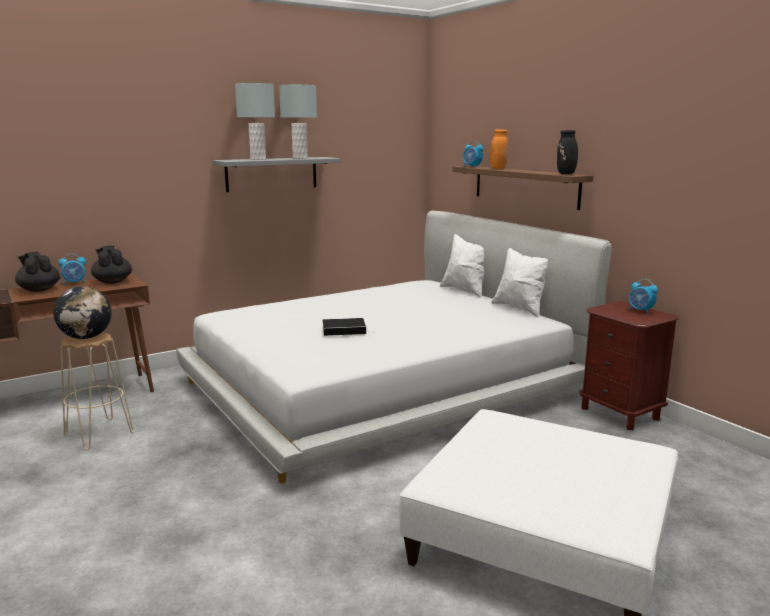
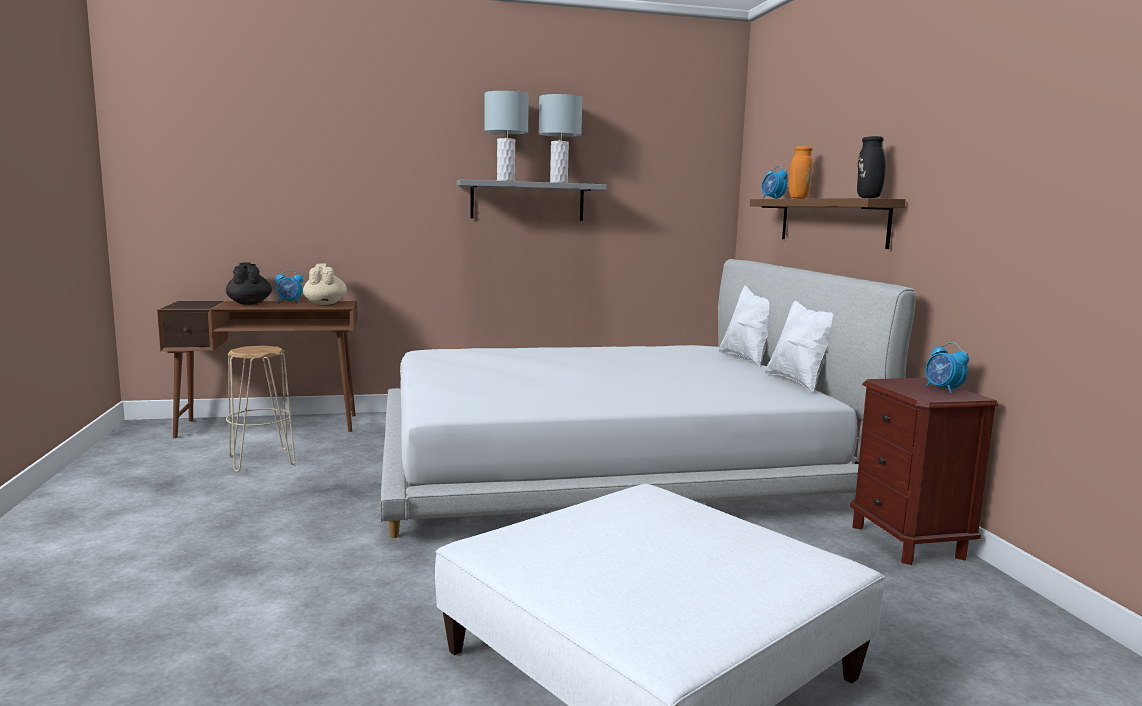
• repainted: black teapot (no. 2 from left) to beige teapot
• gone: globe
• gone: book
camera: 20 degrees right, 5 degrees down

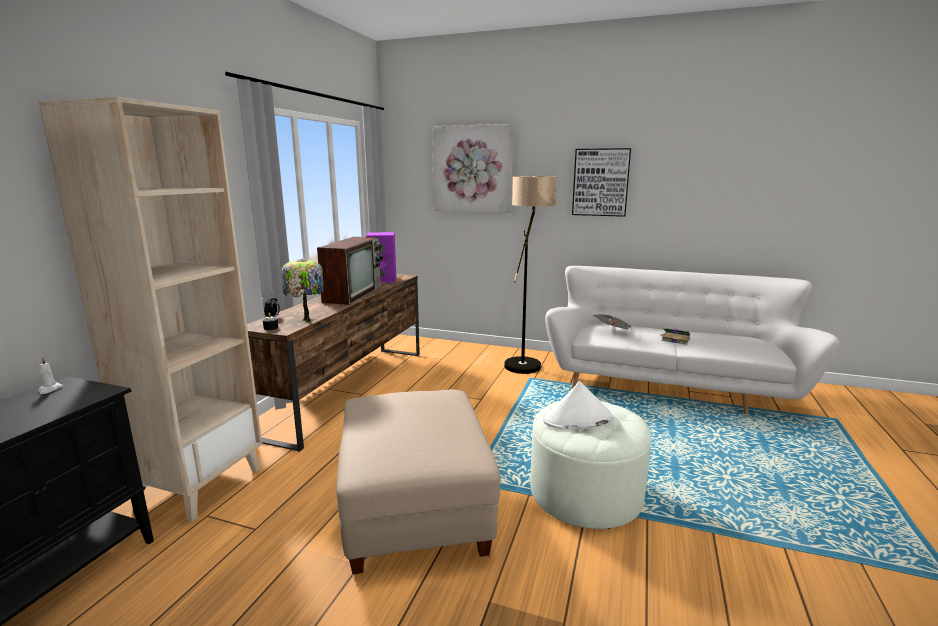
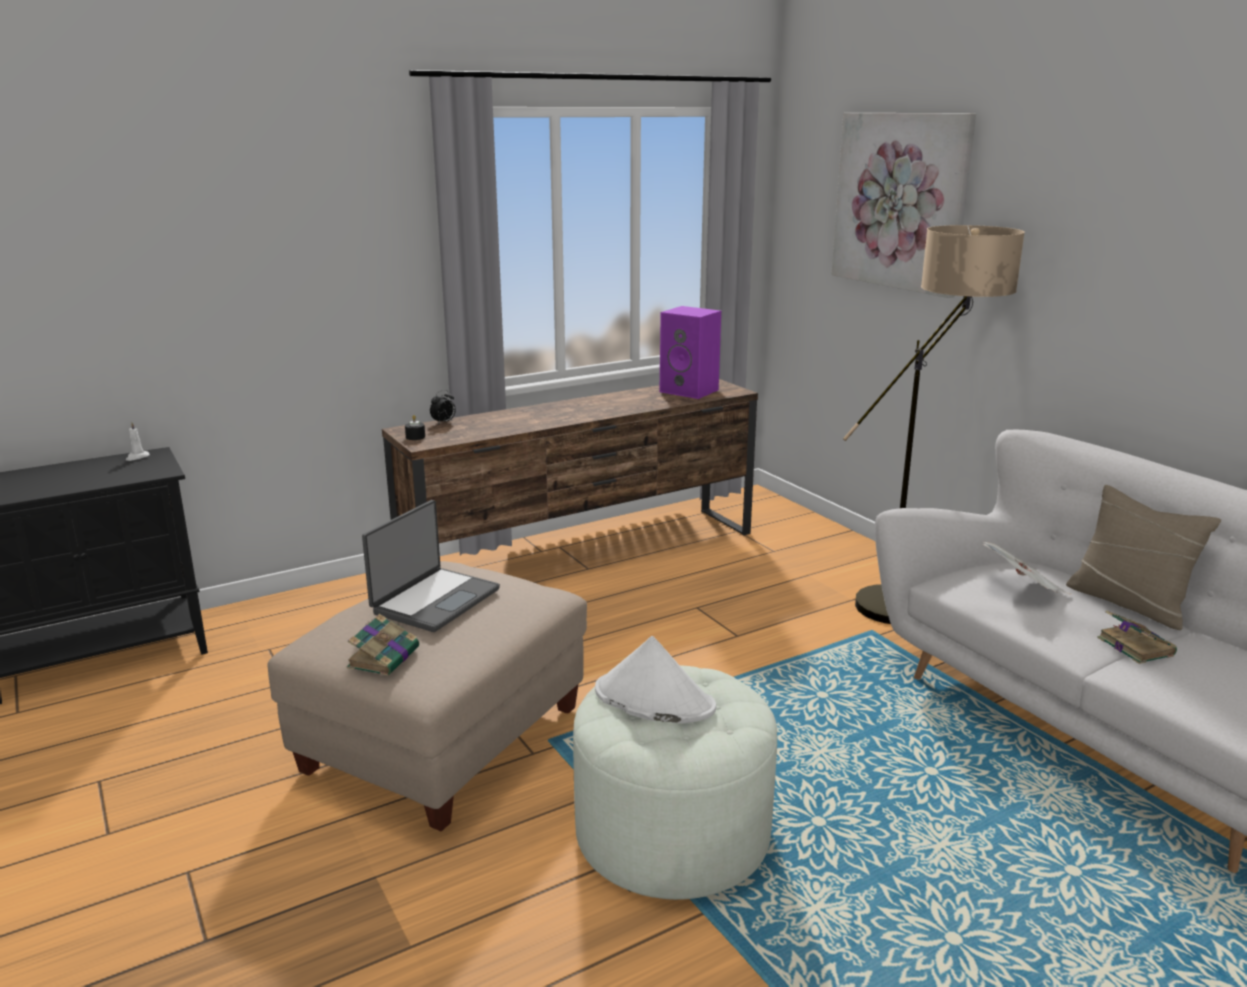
• new: book (no. 1 from left)
• new: laptop
• new: beige pillow
• gone: beige bookcase
• gone: table lamp
• gone: television
• gone: picture (no. 2 from left)
camera: 40 degrees right, 5 degrees up

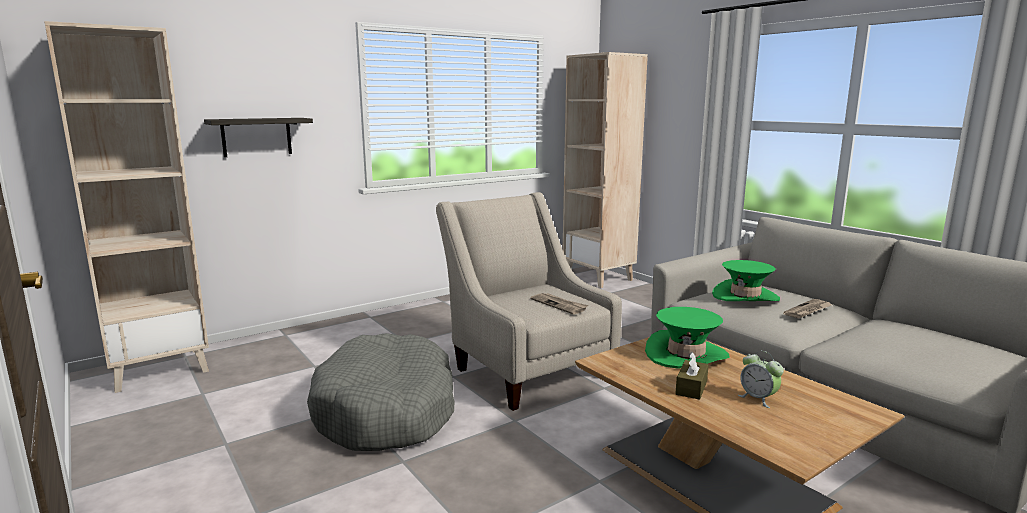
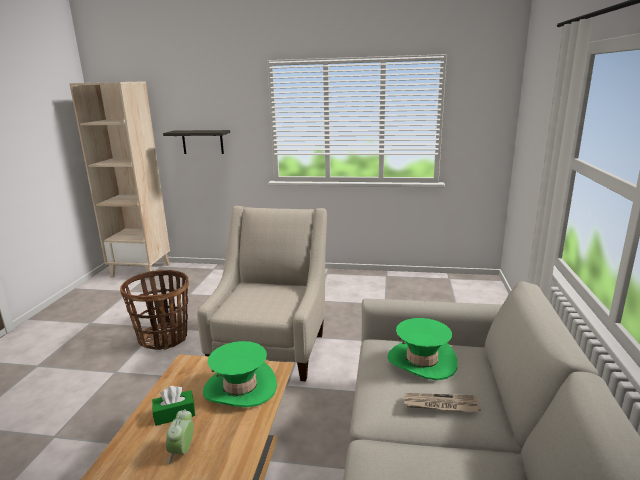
• swapped: grey dog bed to basket
• repainted: brown tissue box to green tissue box
• gone: newspaper (no. 1 from left)
• gone: beige bookcase (no. 2 from left)
camera: 45 degrees right, 5 degrees up

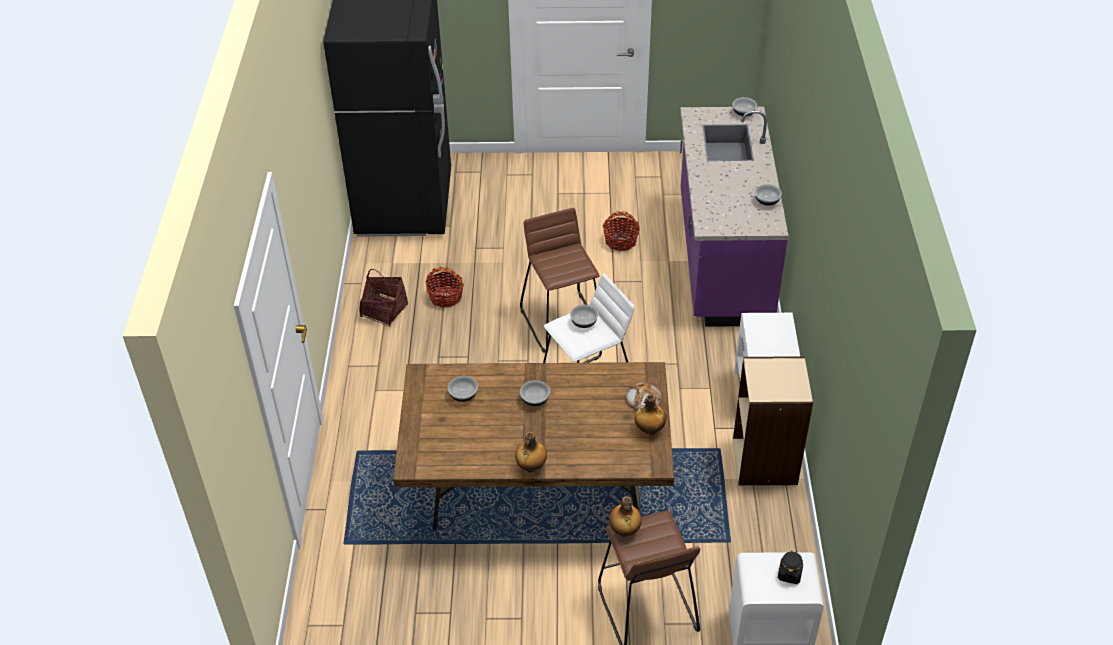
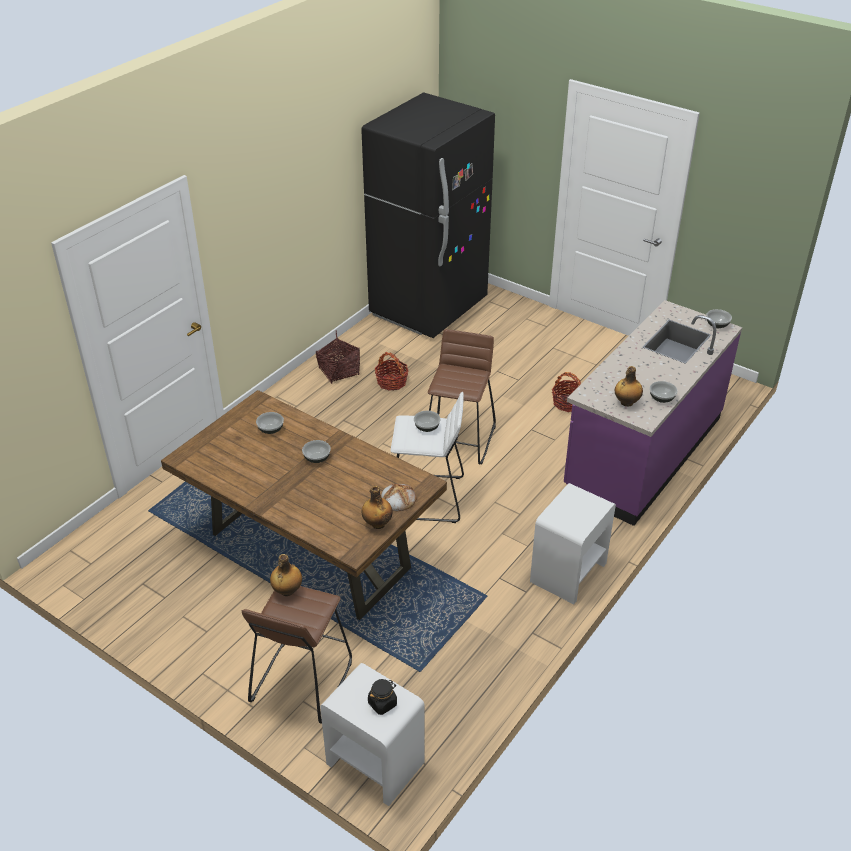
• shifted: bottle (no. 1 from left in the first image) to bottle (no. 3 from left)
• gone: beige bookcase
camera: 35 degrees right, 5 degrees down

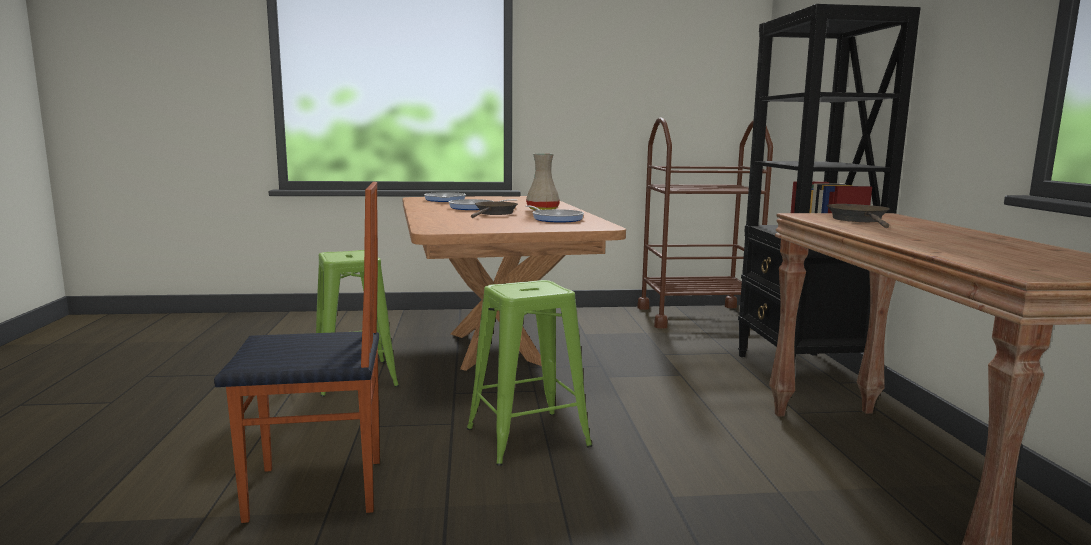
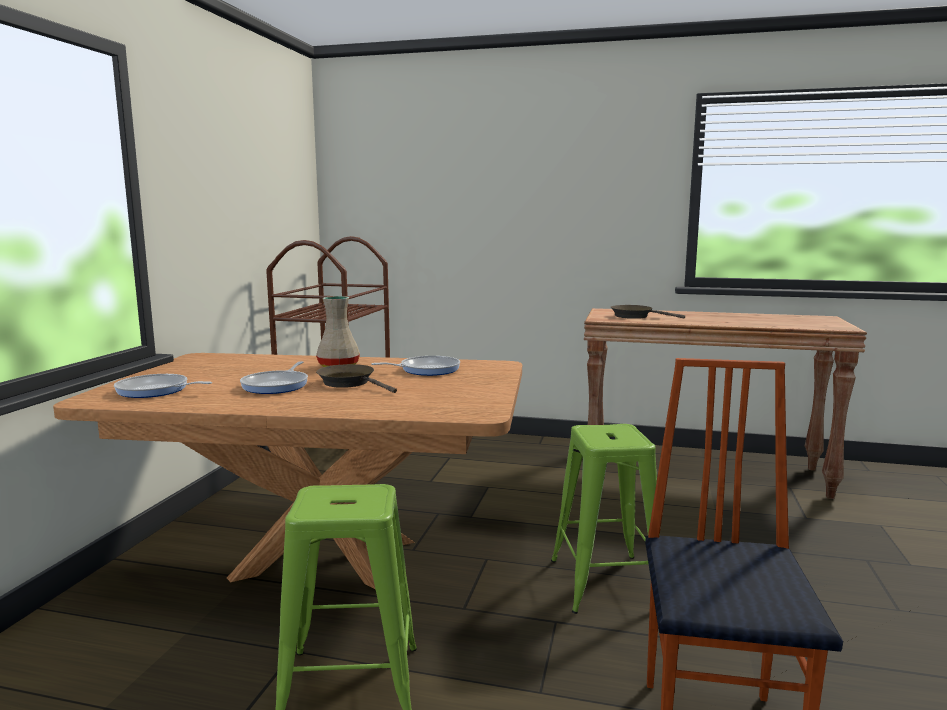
• gone: black bookcase
camera: 70 degrees left, 0 degrees up

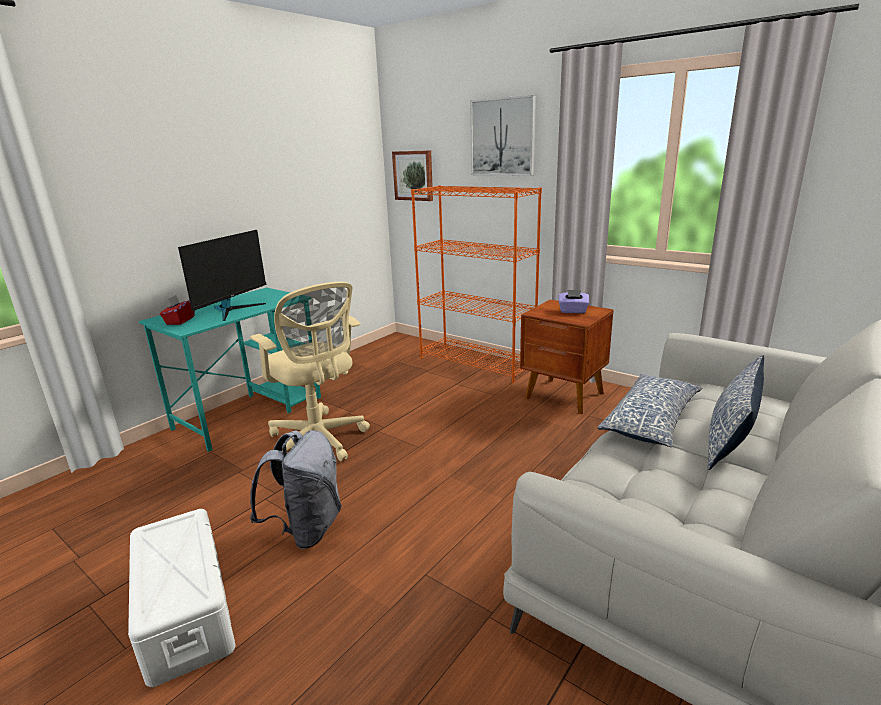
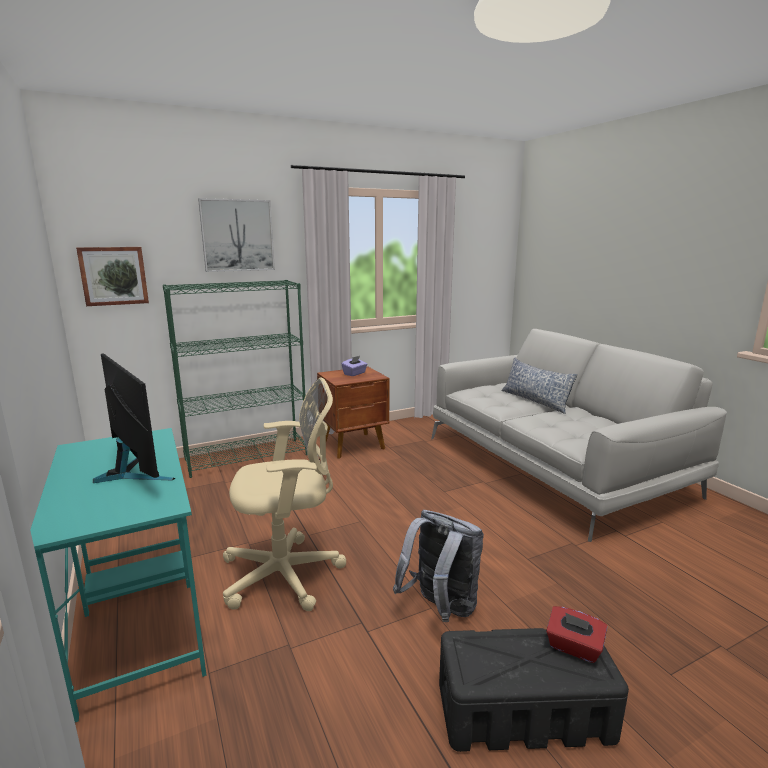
• repainted: orange bookcase to green bookcase
• repainted: white storage box to black storage box
• shifted: red tissue box
• gone: pillow (no. 1 from left)
camera: 65 degrees left, 5 degrees down

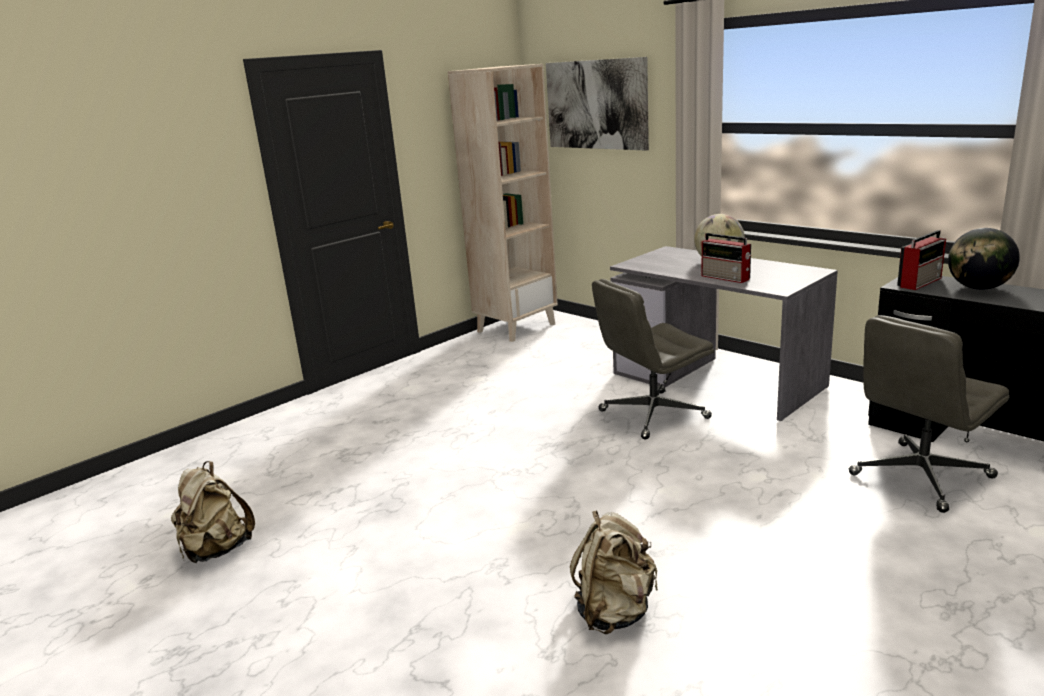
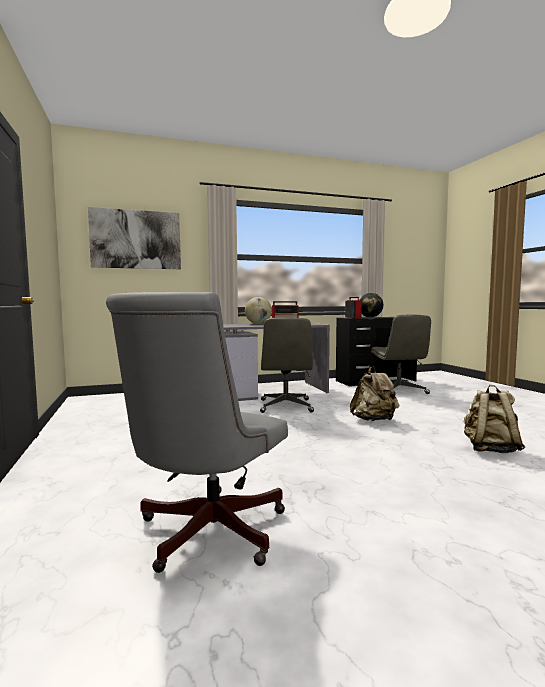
• new: grey office chair (no. 1 from left)
• shifted: beige backpack (no. 1 from left)
• gone: beige bookcase
camera: 65 degrees left, 15 degrees down

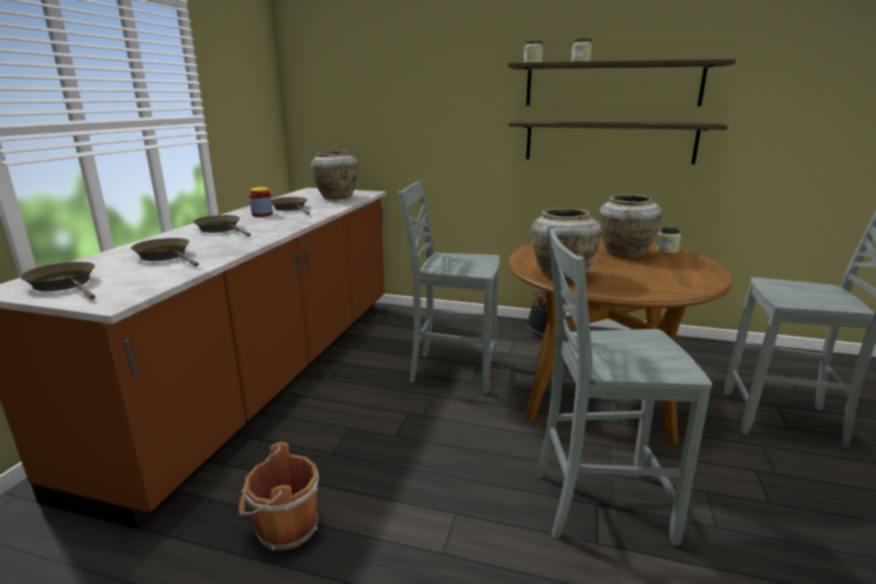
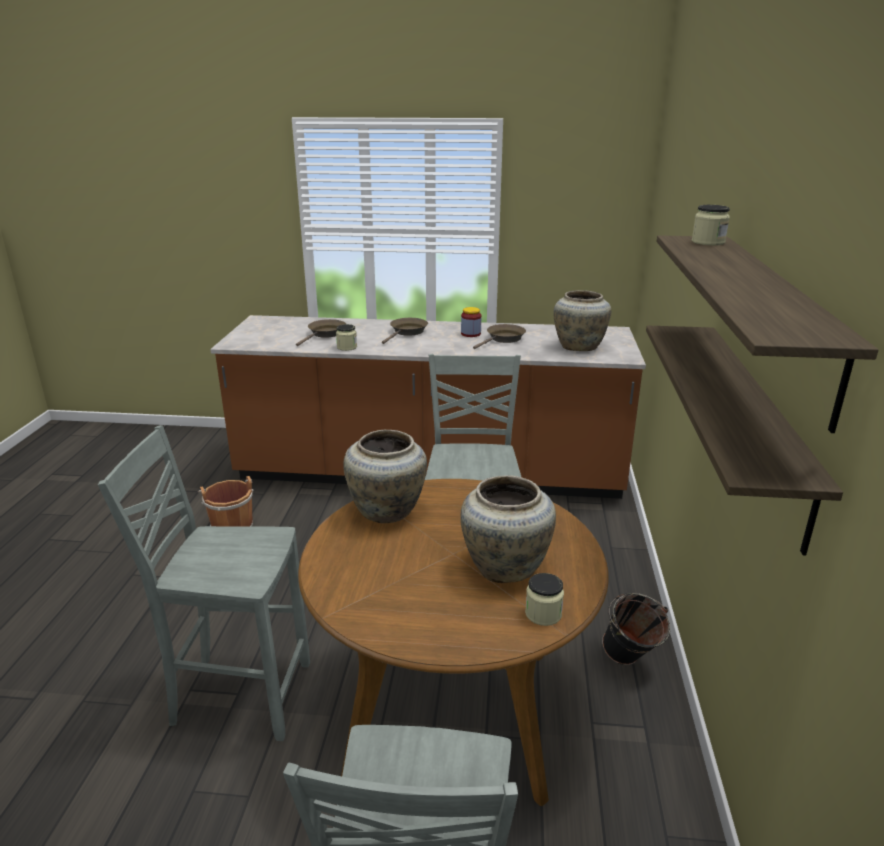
• rotated: grey chair (no. 2 from left in the first image) 75 degrees counterclockwise
• shifted: jar (no. 3 from left in the first image) to jar (no. 1 from left)
• gone: brown frying pan (no. 1 from left)
camera: 80 degrees right, 5 degrees up

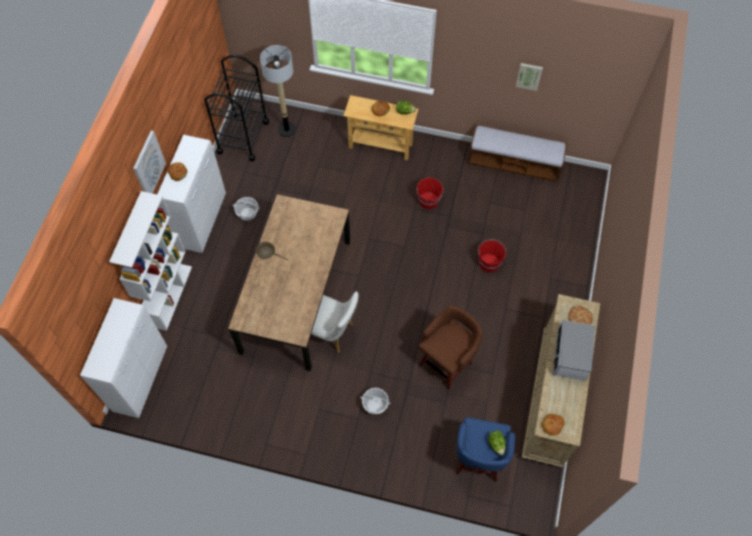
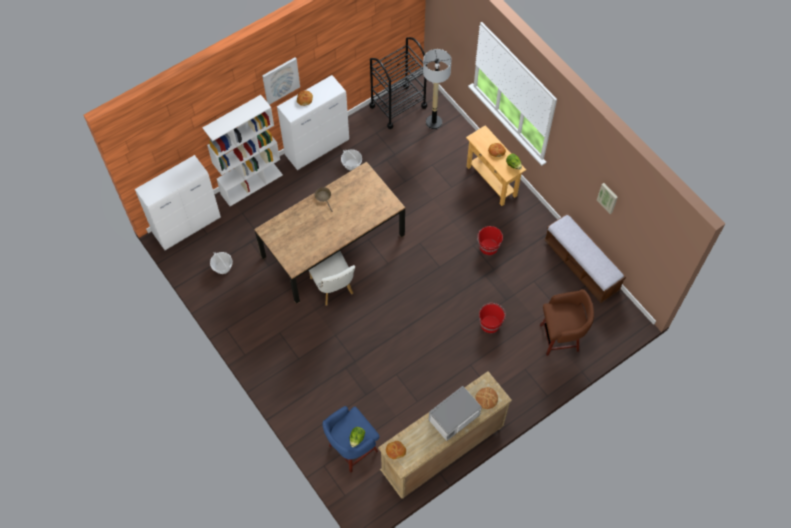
• shifted: basket (no. 2 from left in the first image) to basket (no. 1 from left)
• shifted: brown stool
camera: 40 degrees right, 0 degrees up

